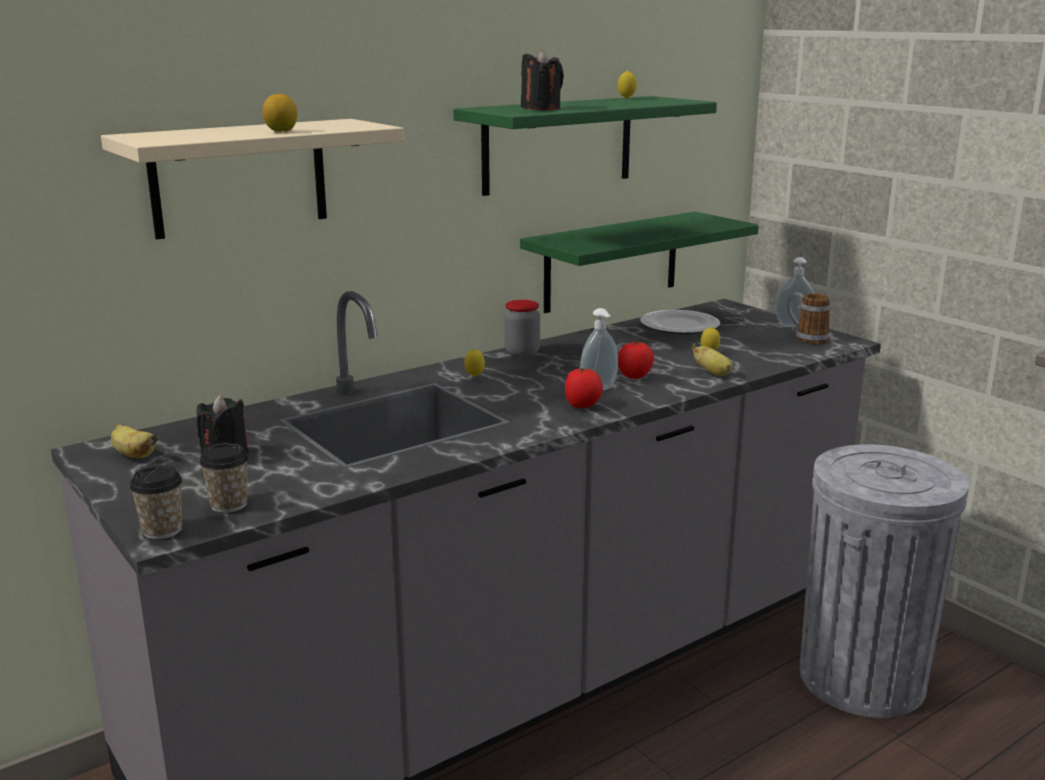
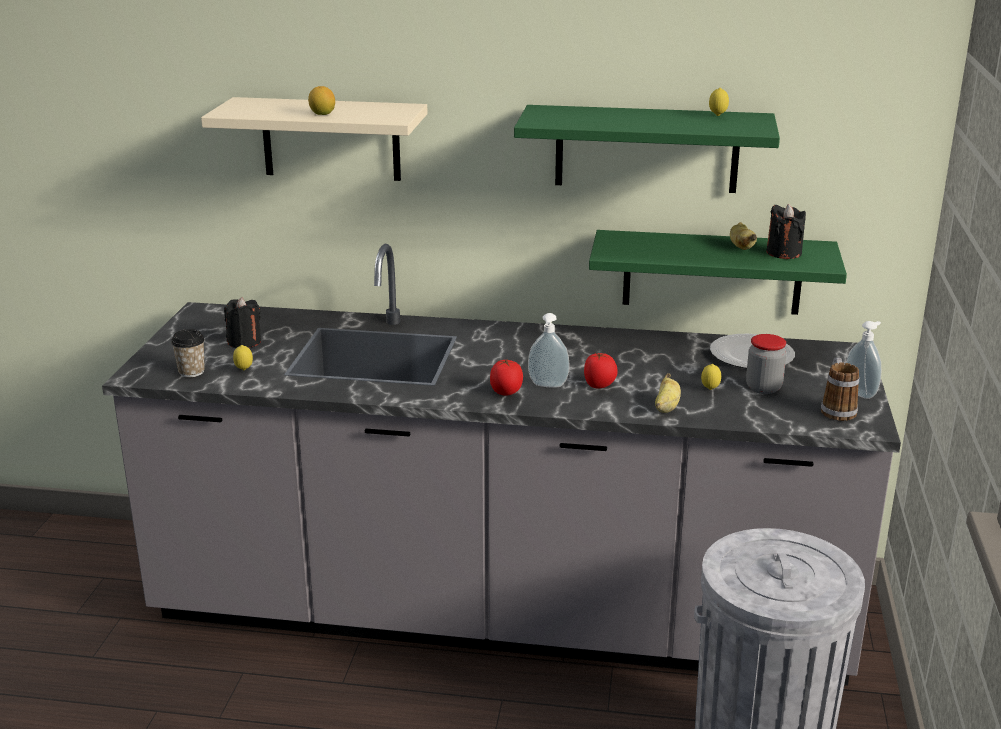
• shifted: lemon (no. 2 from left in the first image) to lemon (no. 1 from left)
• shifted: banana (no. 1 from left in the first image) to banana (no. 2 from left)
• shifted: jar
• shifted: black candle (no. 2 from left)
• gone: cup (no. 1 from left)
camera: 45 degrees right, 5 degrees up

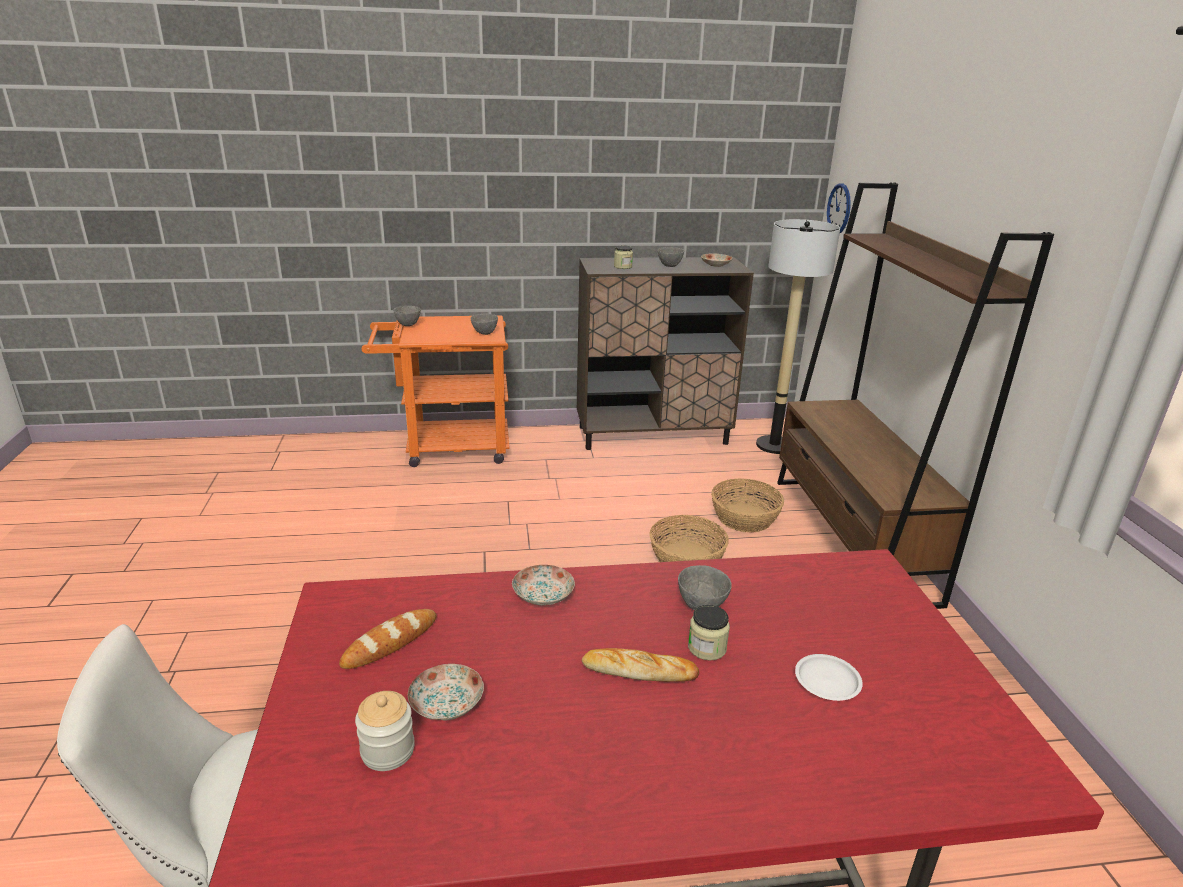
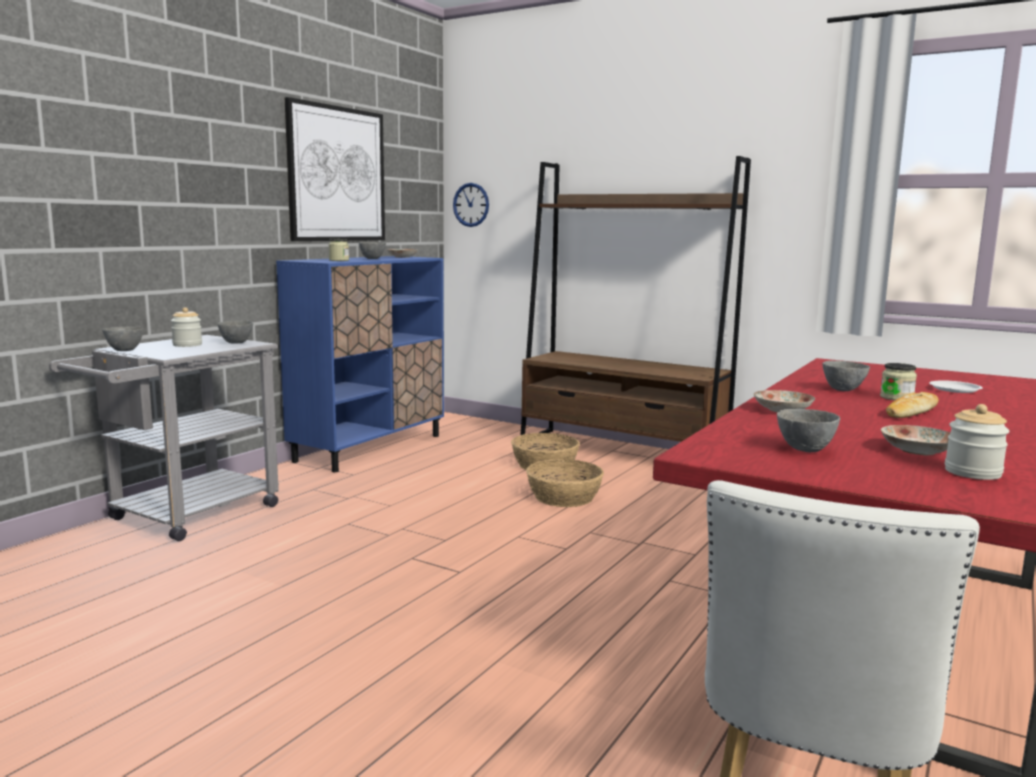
• repainted: orange cart to grey cart
• new: jar (no. 1 from left)
• repainted: brown cabinet to blue cabinet
• new: picture
• swapped: bread (no. 1 from left) to grey bowl (no. 4 from left)
• gone: floor lamp
camera: 50 degrees left, 15 degrees down

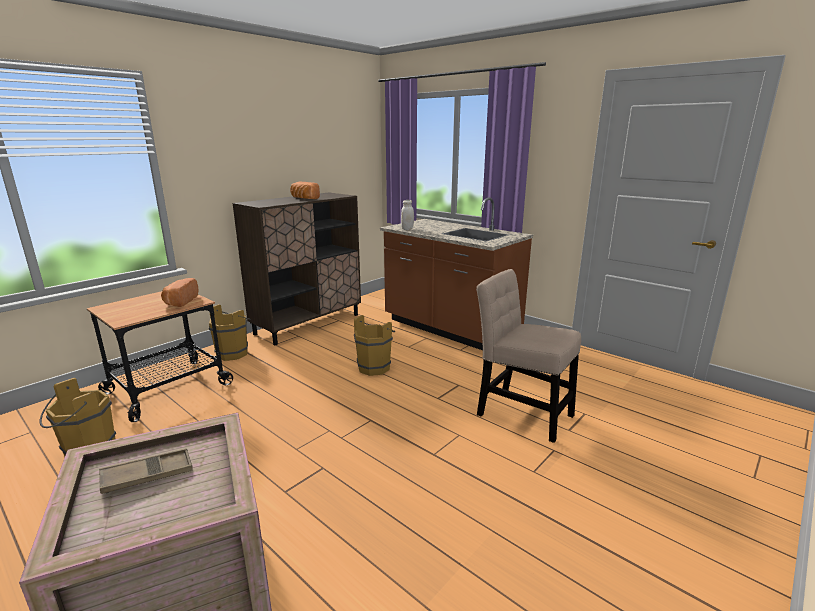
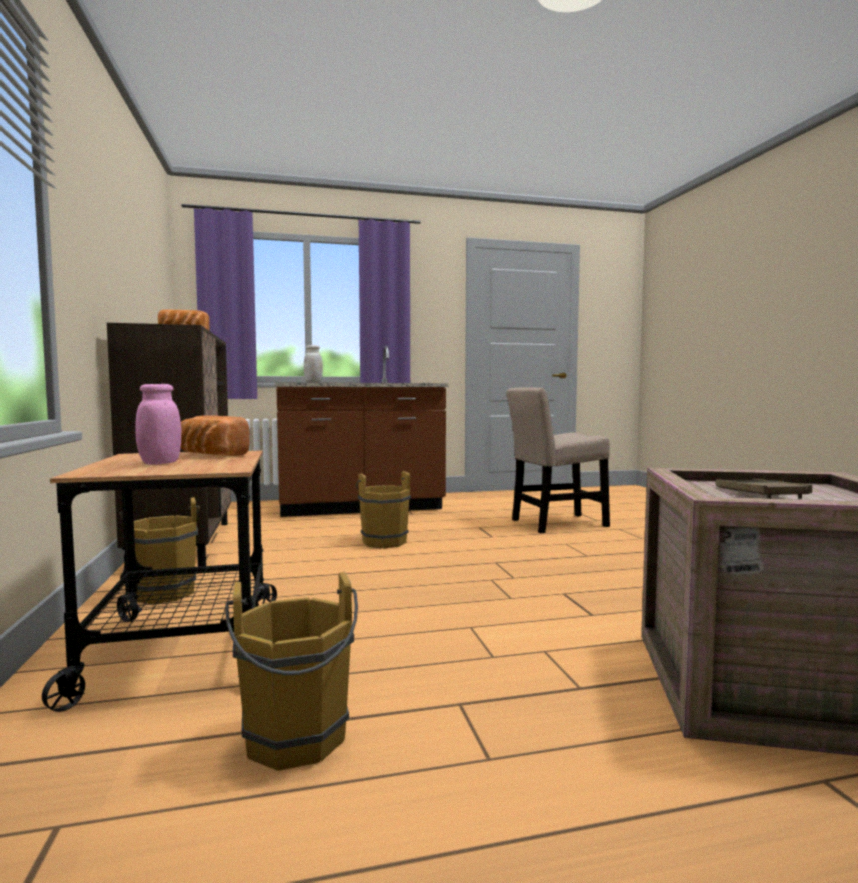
• new: pink jar
camera: 55 degrees left, 15 degrees down

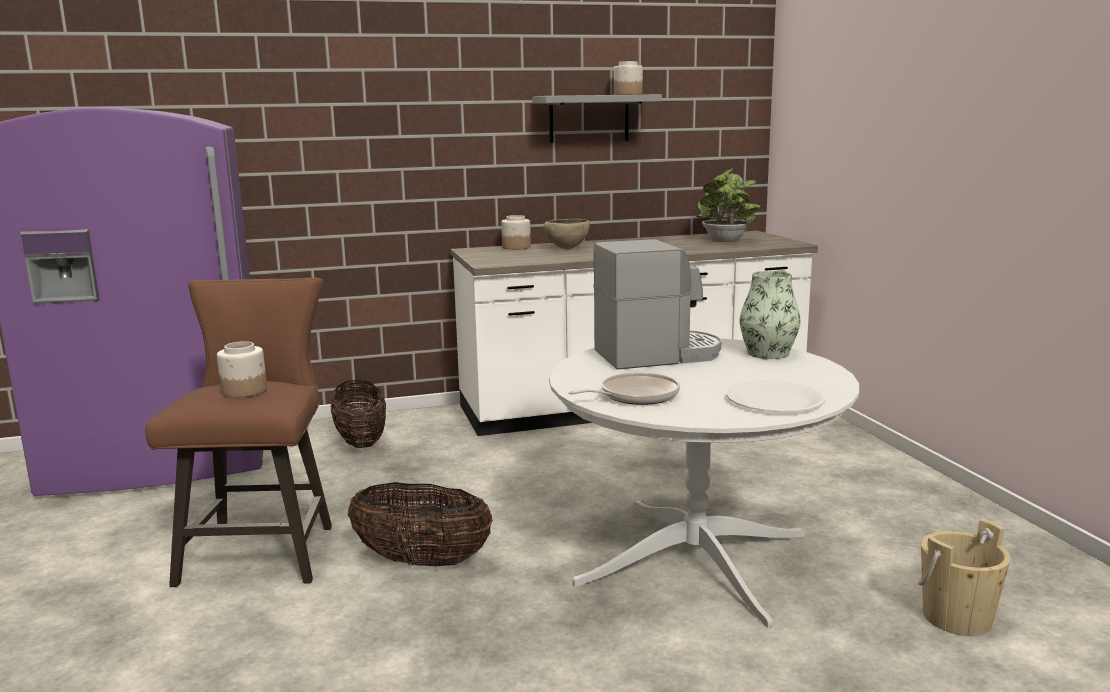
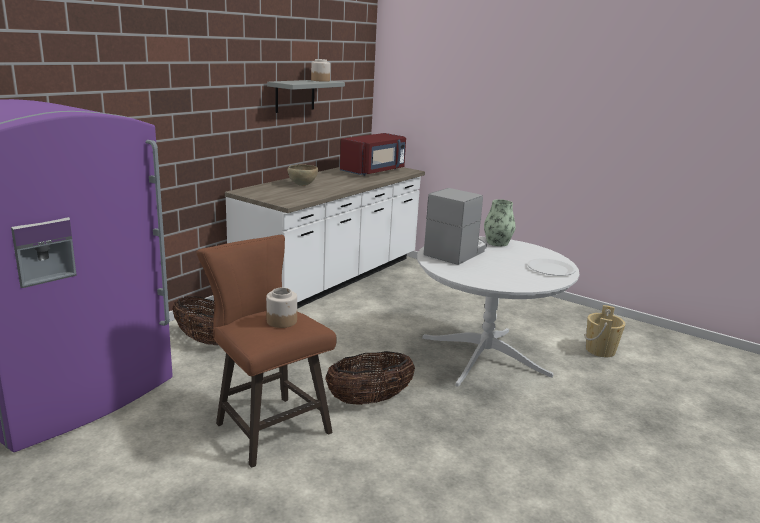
• swapped: potted plant to red microwave
• gone: jar (no. 2 from left)
• gone: frying pan
camera: 40 degrees left, 5 degrees up

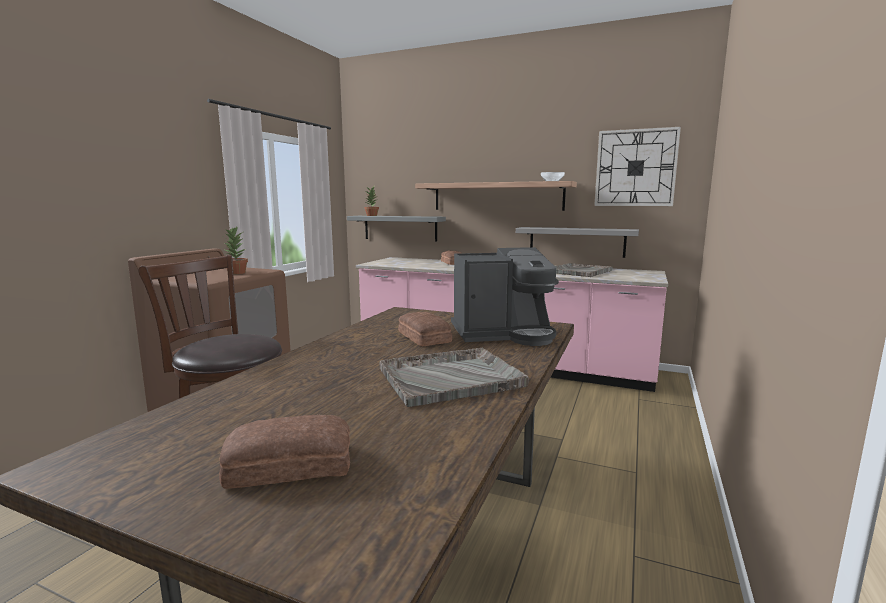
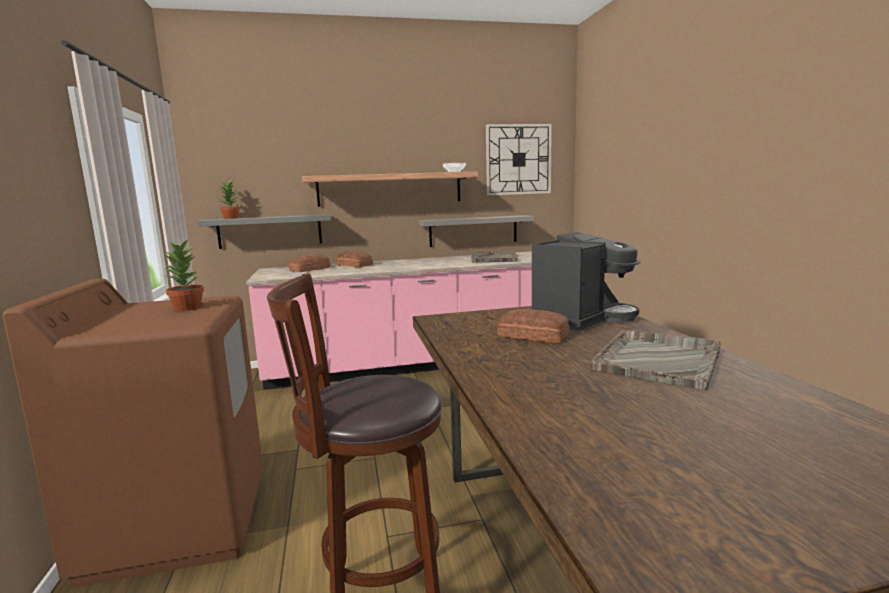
• shifted: bread (no. 1 from left)
camera: 35 degrees left, 0 degrees up

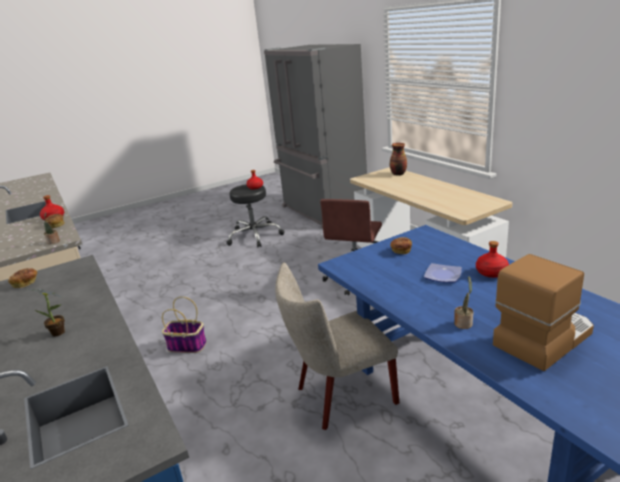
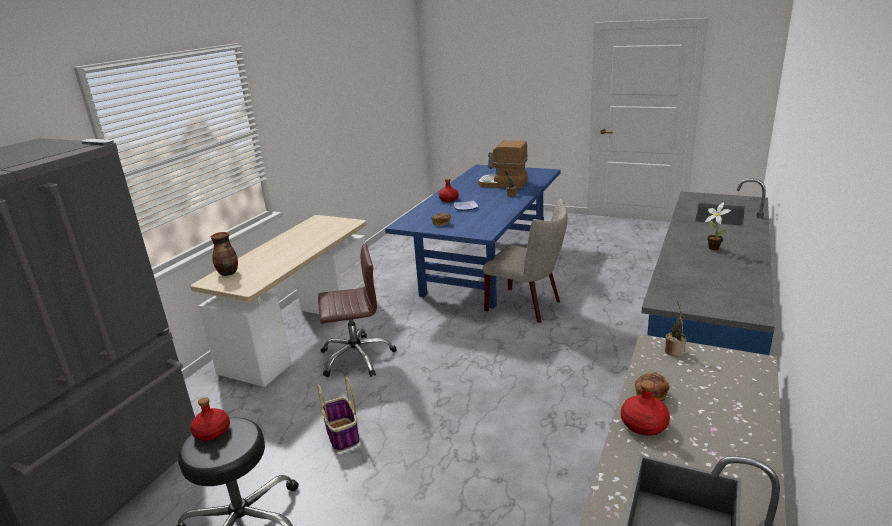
• shifted: basket
• gone: bread (no. 1 from left)
camera: 125 degrees left, 0 degrees up

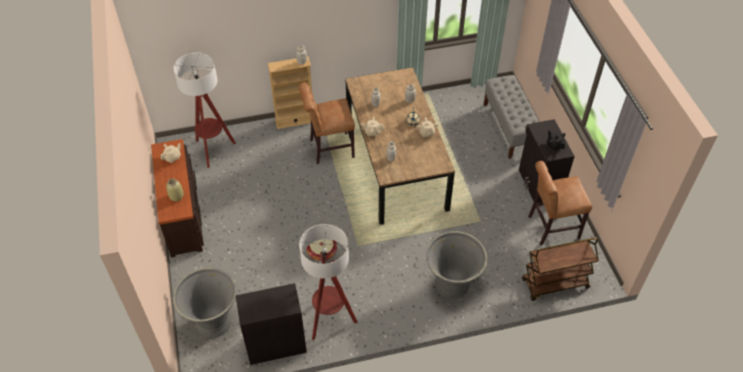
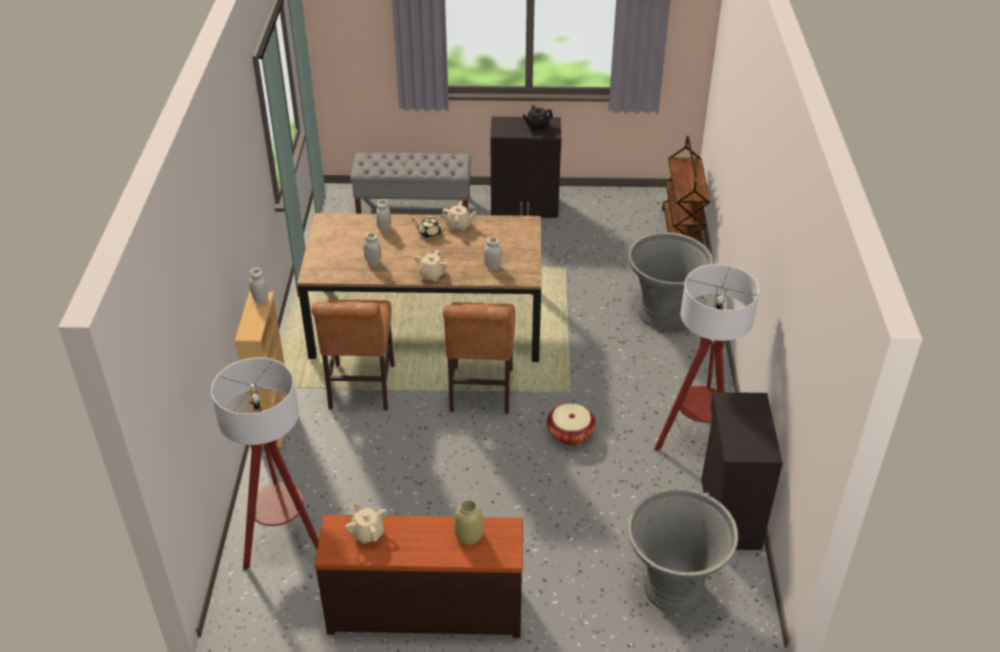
• shifted: brown chair (no. 2 from left)
camera: 75 degrees left, 10 degrees down

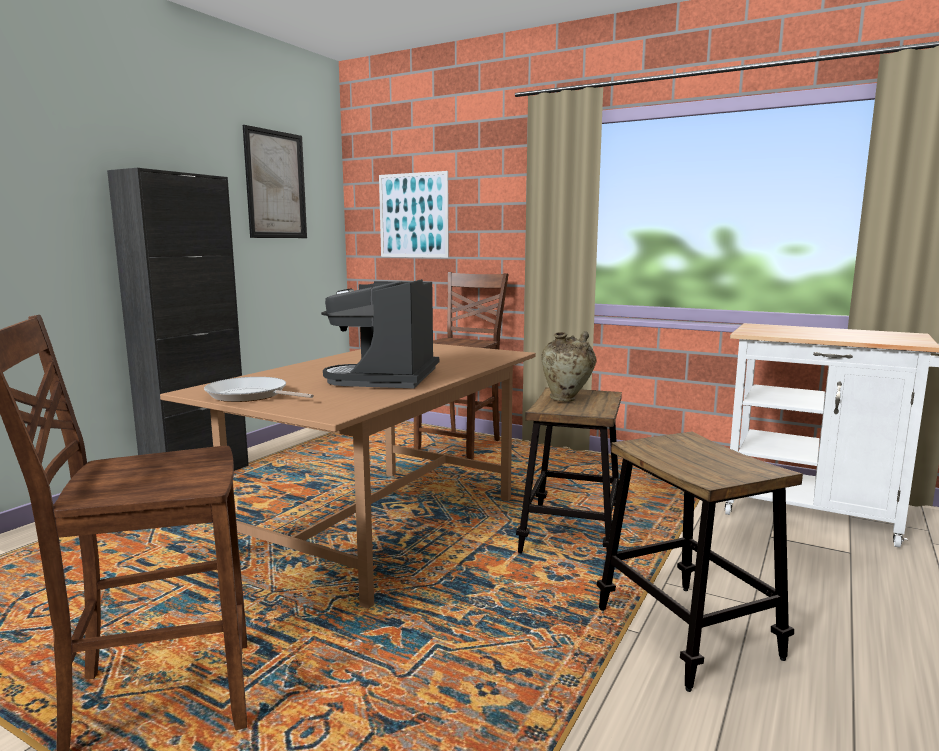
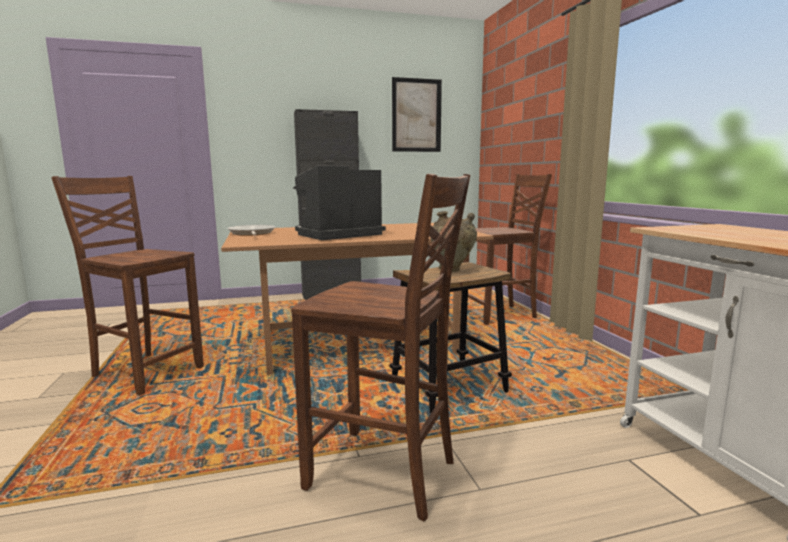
• swapped: stool (no. 2 from left) to brown chair (no. 2 from left)
• gone: picture (no. 2 from left)
camera: 45 degrees right, 0 degrees up

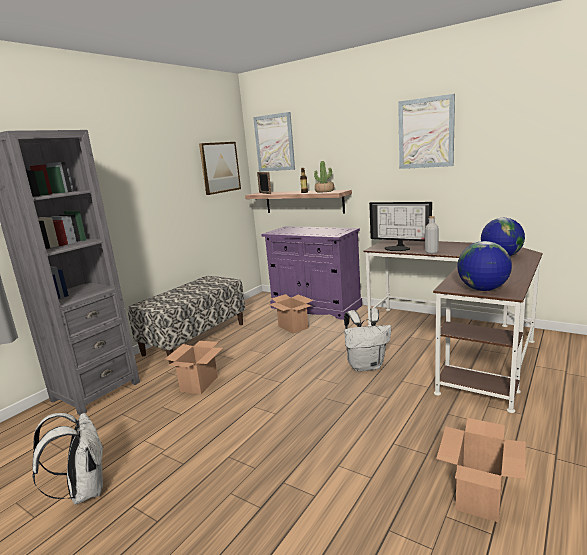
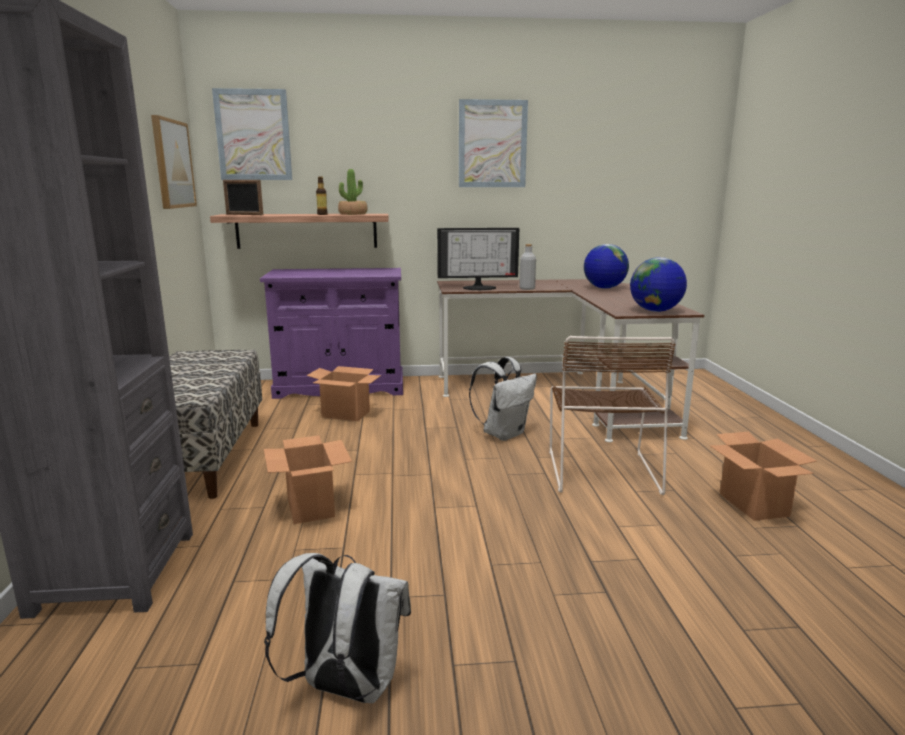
• new: brown chair
camera: 40 degrees left, 0 degrees up

